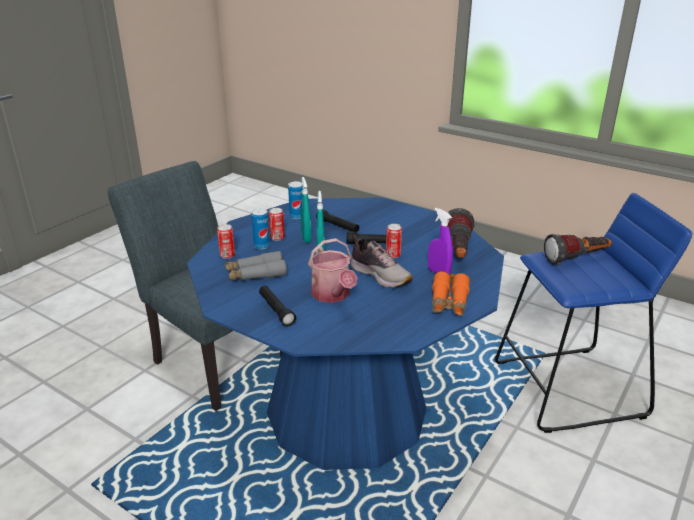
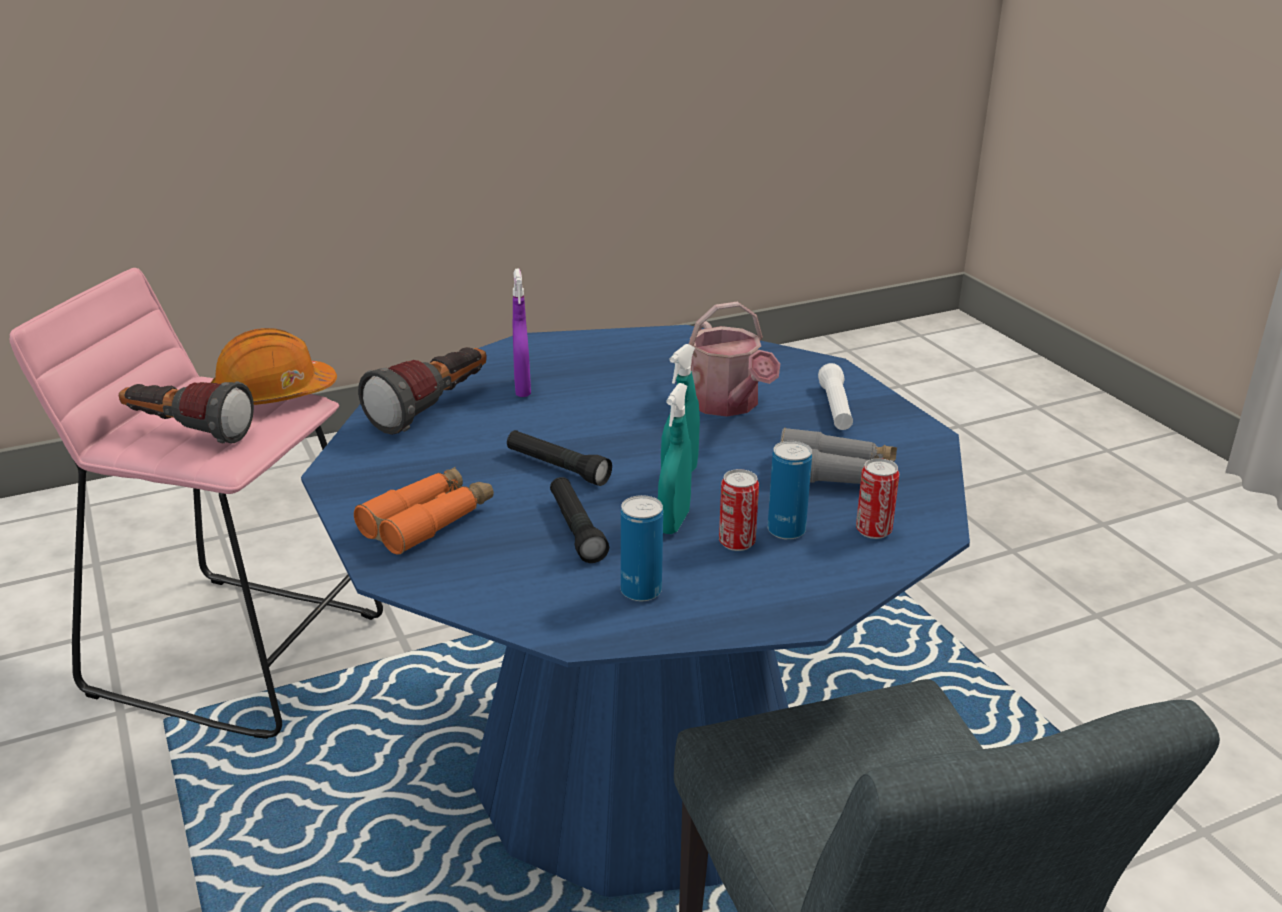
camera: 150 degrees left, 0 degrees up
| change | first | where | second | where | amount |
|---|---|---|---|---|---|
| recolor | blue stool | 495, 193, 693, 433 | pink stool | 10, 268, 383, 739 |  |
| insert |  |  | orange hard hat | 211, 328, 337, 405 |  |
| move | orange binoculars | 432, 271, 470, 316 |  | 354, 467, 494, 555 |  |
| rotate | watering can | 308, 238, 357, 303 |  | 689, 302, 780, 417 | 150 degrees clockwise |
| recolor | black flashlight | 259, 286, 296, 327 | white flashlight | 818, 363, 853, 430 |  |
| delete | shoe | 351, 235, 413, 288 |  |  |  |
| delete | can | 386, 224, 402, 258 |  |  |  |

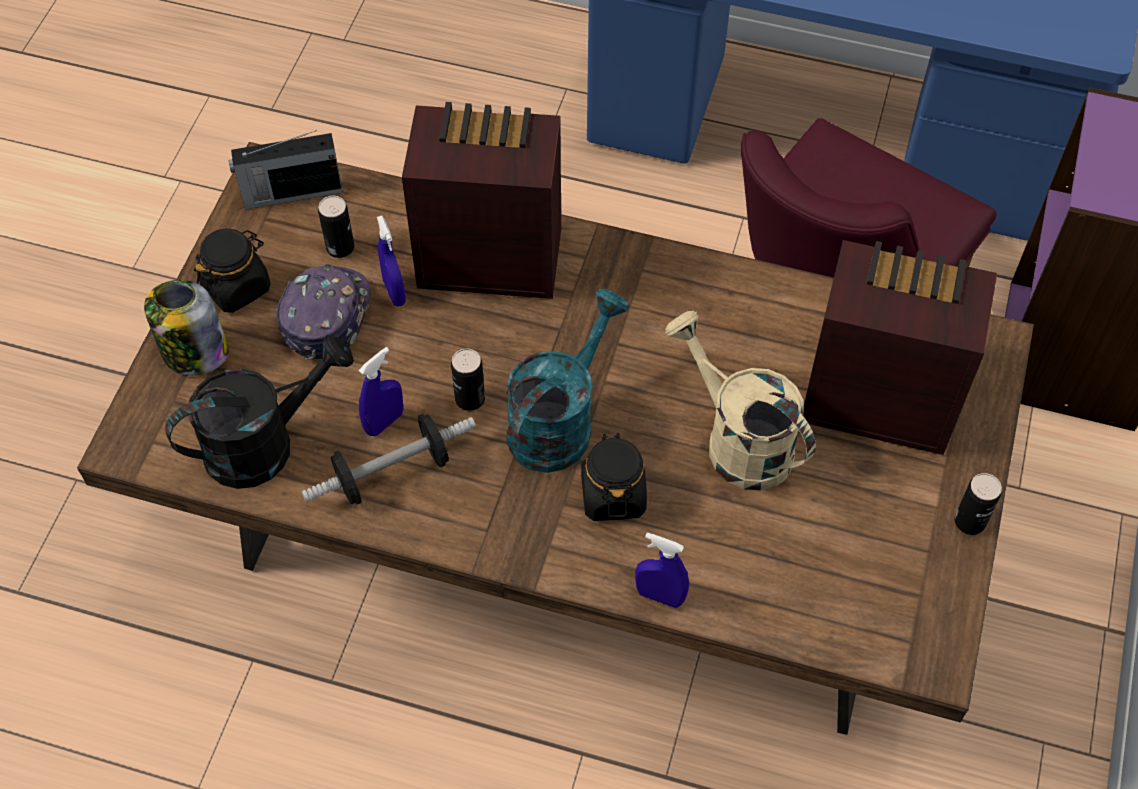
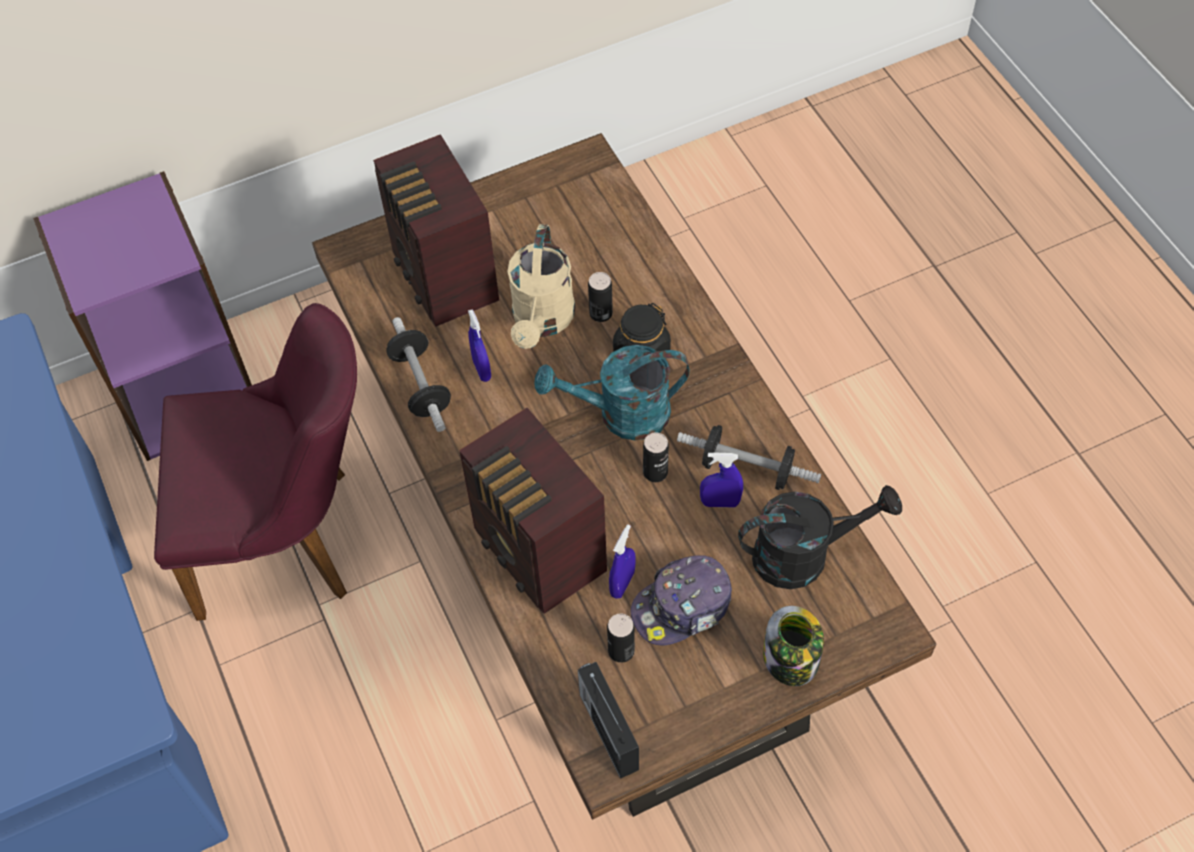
camera: 130 degrees left, 0 degrees up
| change | first | where | second | where | amount |
|---|---|---|---|---|---|
| insert |  |  | dumbbell | 387, 317, 451, 432 |  |
| move | blue spray bottle | 635, 532, 689, 608 |  | 468, 309, 491, 382 |  |
| rotate | radio | 229, 130, 343, 209 |  | 578, 662, 639, 779 | 150 degrees counterclockwise |
| move | can | 954, 473, 1002, 535 |  | 588, 272, 613, 322 |  |
| rotate | black watering can | 165, 335, 354, 489 |  | 738, 485, 902, 589 | 150 degrees clockwise |
| delete | black jar | 194, 229, 271, 313 |  |  |  |

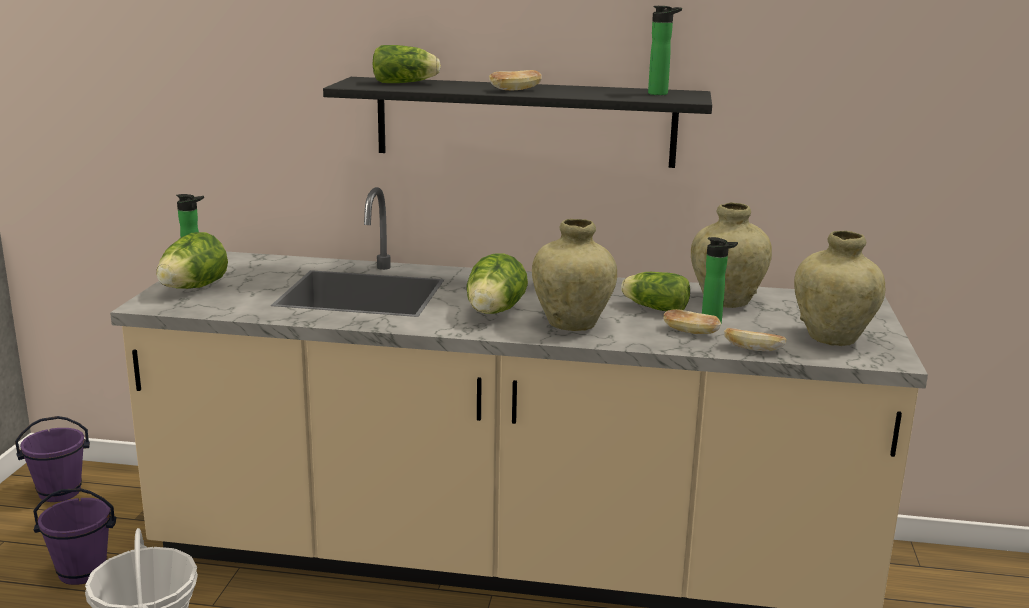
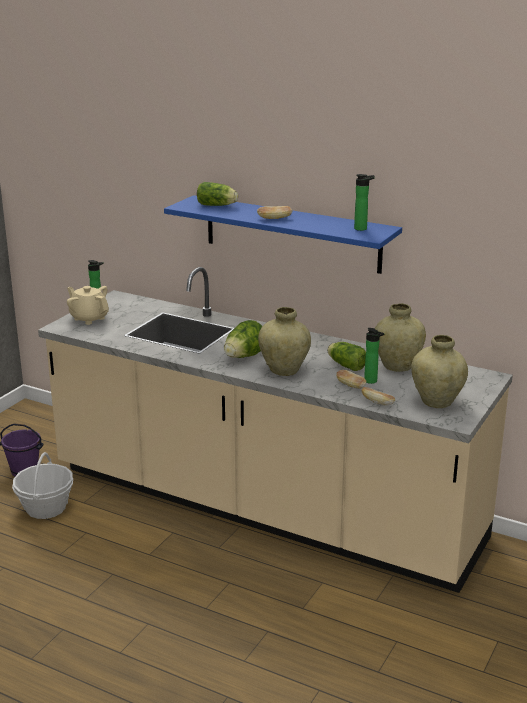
camera: 20 degrees right, 5 degrees up
| change | first | where | second | where | amount |
|---|---|---|---|---|---|
| replace | lettuce | 156, 232, 228, 289 | beige teapot | 67, 286, 109, 325 |  |
| recolor | black shelf | 323, 77, 712, 168 | blue shelf | 164, 195, 402, 274 |  |
| delete | purple bucket | 15, 416, 90, 502 |  |  |  |

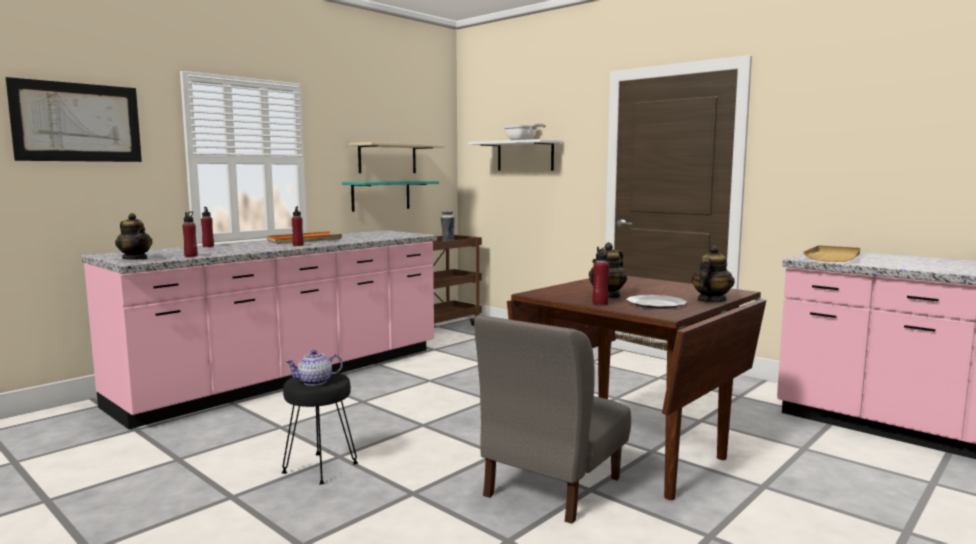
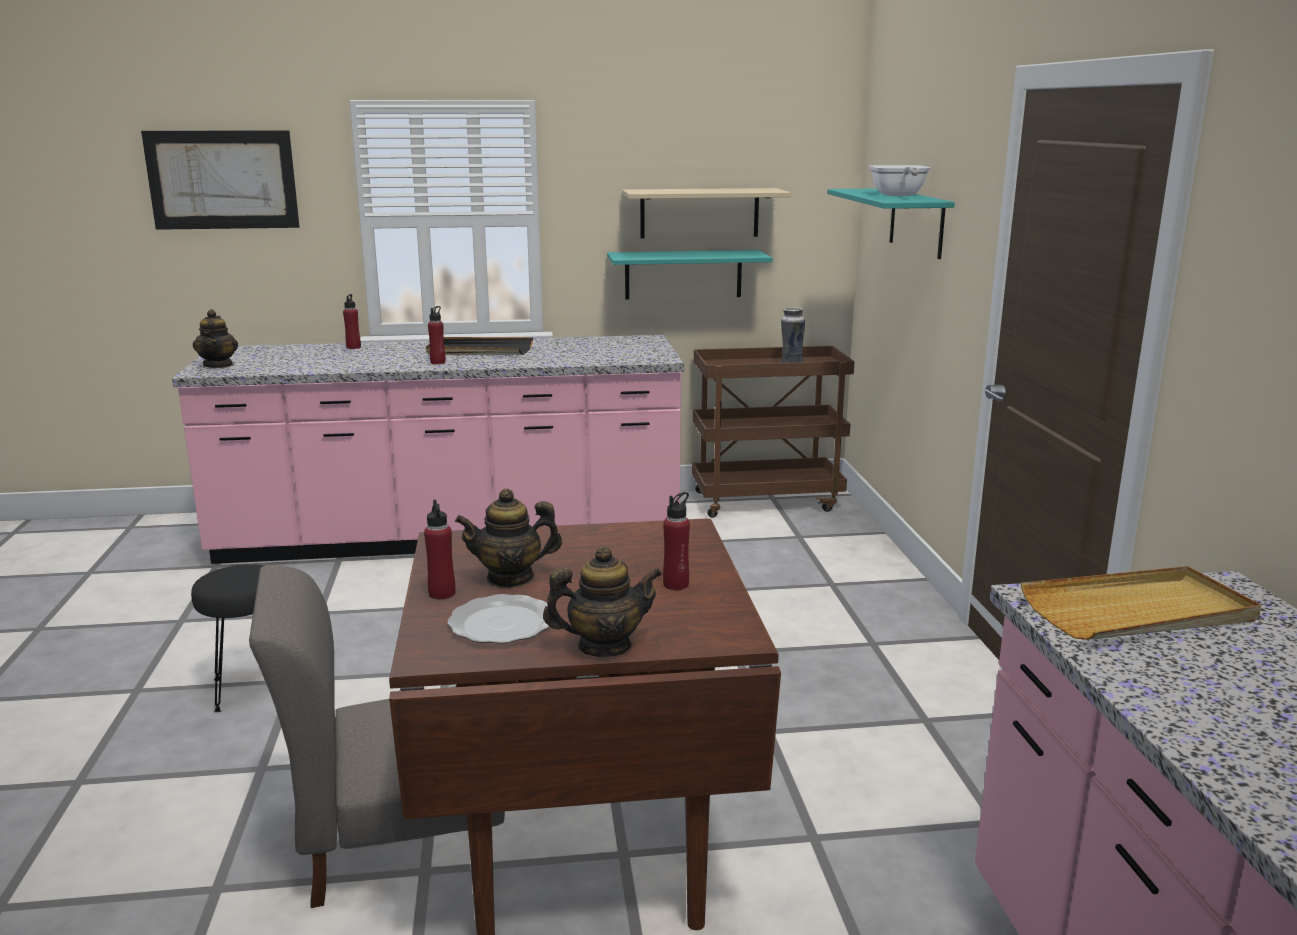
camera: 40 degrees right, 10 degrees up
| change | first | where | second | where | amount |
|---|---|---|---|---|---|
| recolor | orange tray | 267, 231, 342, 244 | black tray | 426, 337, 533, 355 |  |
| move | red bottle | 182, 211, 198, 257 |  | 663, 492, 690, 590 |  |
| recolor | white shelf | 468, 139, 563, 170 | turquoise shelf | 827, 189, 955, 259 |  |
| delete | teapot | 285, 350, 343, 386 |  |  |  |

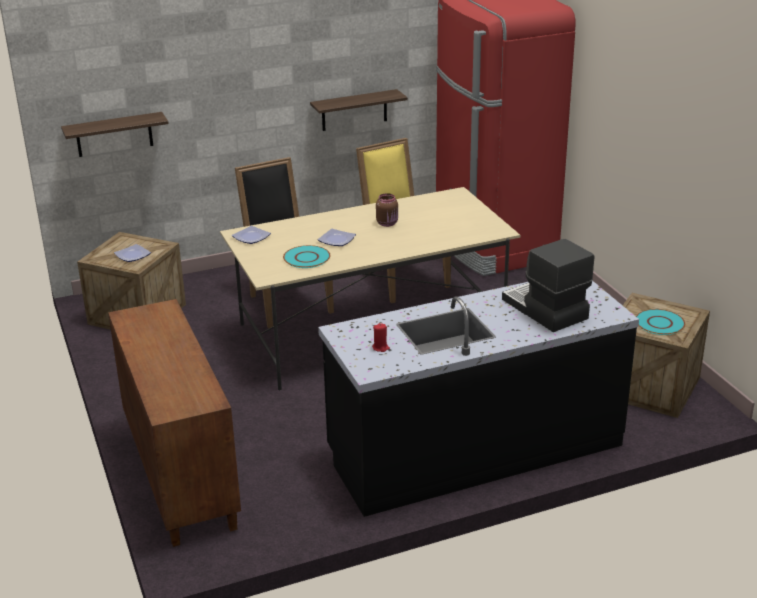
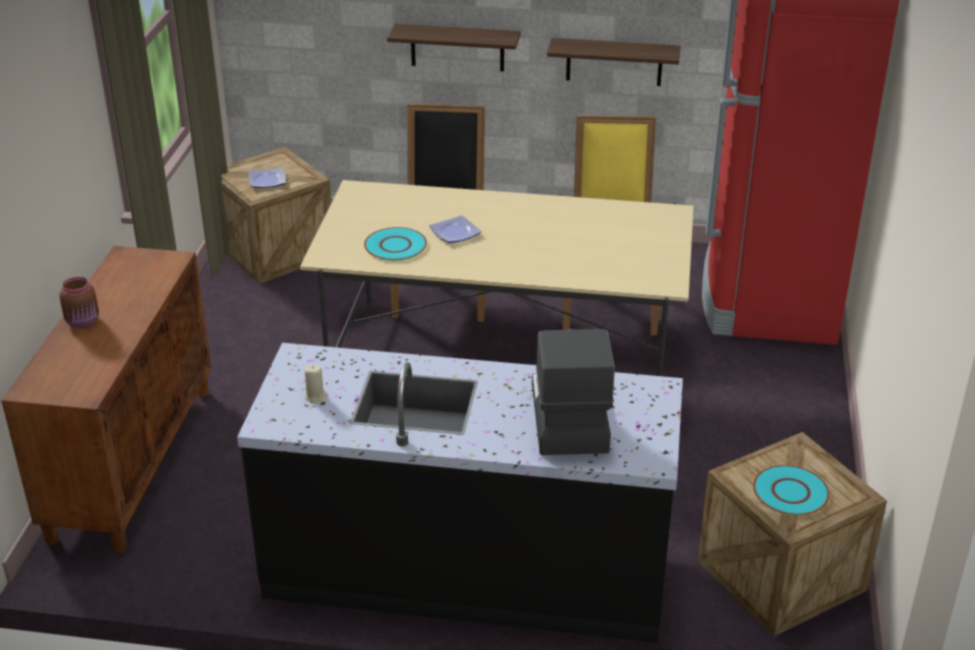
camera: 30 degrees right, 5 degrees up
| change | first | where | second | where | amount |
|---|---|---|---|---|---|
| move | brown jar | 376, 193, 398, 227 |  | 59, 277, 99, 328 |  |
| recolor | red candle | 372, 323, 390, 352 | beige candle | 304, 365, 327, 403 |  |
| move | shelf | 61, 112, 169, 157 |  | 387, 24, 521, 71 |  |
| delete | plate | 232, 226, 271, 244 |  |  |  |

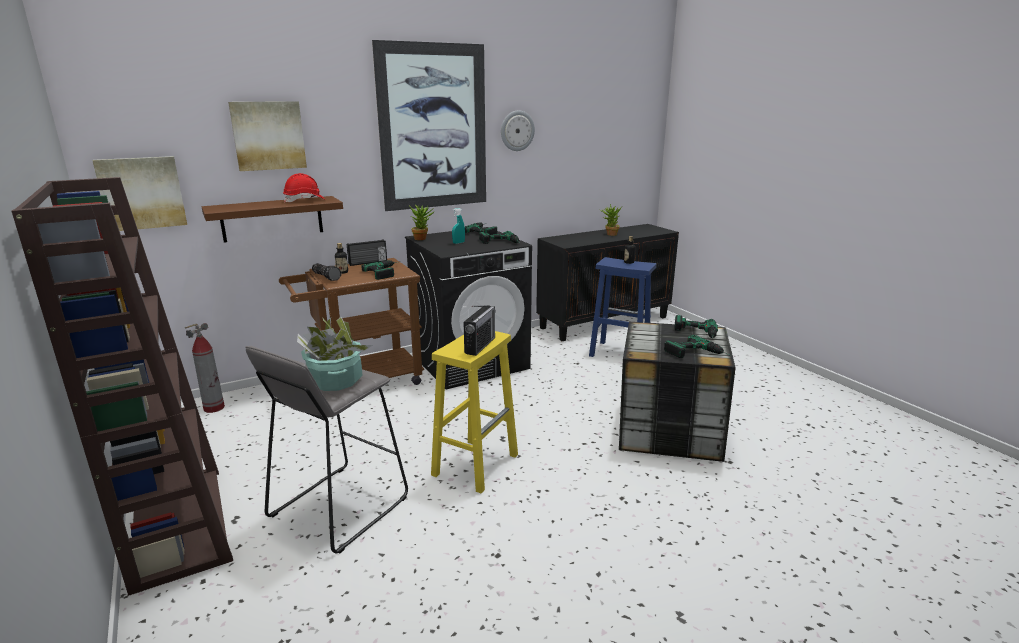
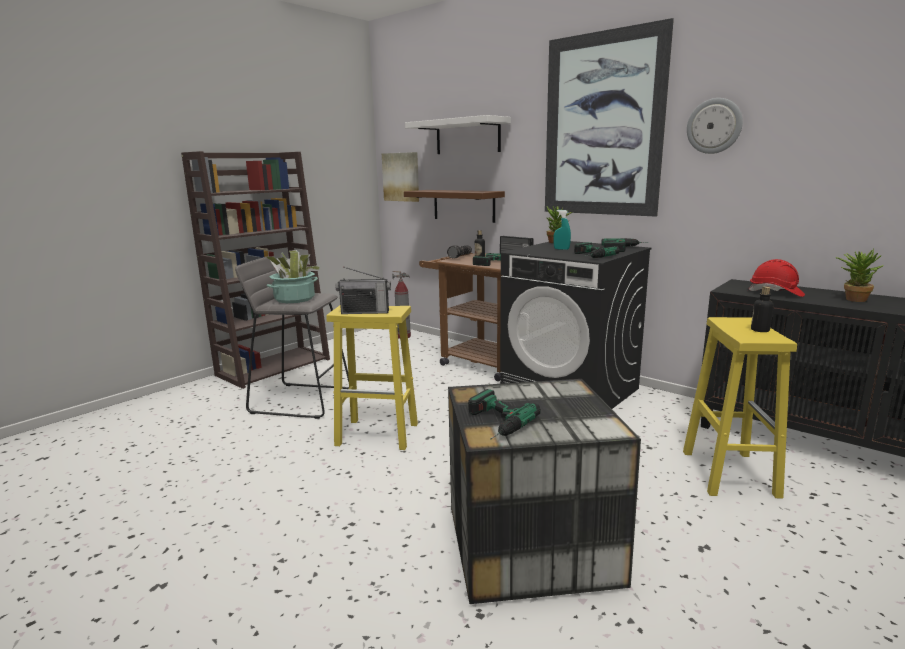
camera: 70 degrees right, 5 degrees down
| change | first | where | second | where | amount |
|---|---|---|---|---|---|
| replace | picture | 228, 101, 307, 171 | white shelf | 405, 115, 511, 154 |  |
| recolor | blue stool | 589, 257, 656, 357 | yellow stool | 683, 317, 797, 499 |  |
| move | red hard hat | 283, 173, 325, 203 |  | 748, 259, 805, 297 |  |
| delete | power drill | 674, 315, 718, 339 |  |  |  |

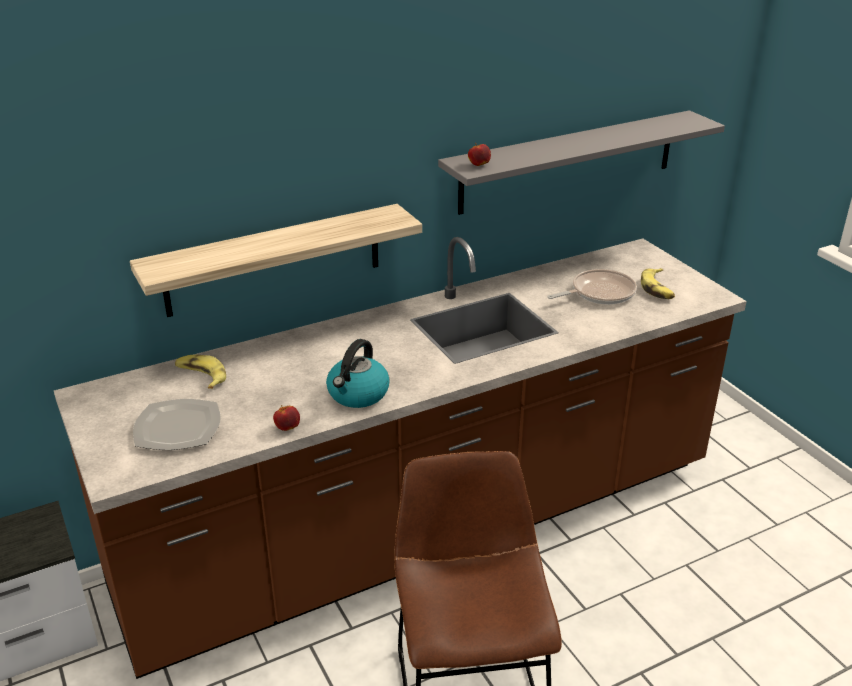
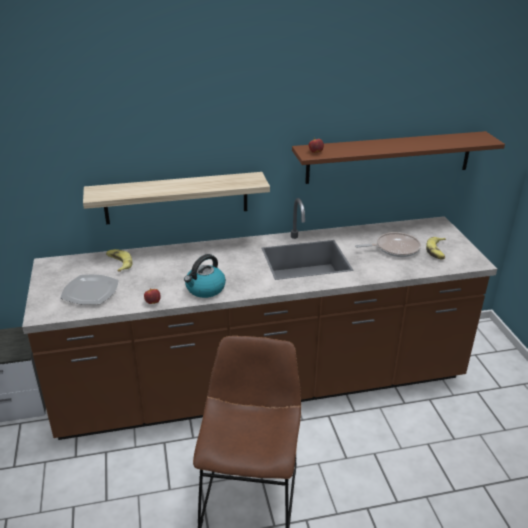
camera: 15 degrees right, 0 degrees up
| change | first | where | second | where | amount |
|---|---|---|---|---|---|
| recolor | grey shelf | 438, 110, 725, 215 | brown shelf | 292, 131, 505, 184 |  |

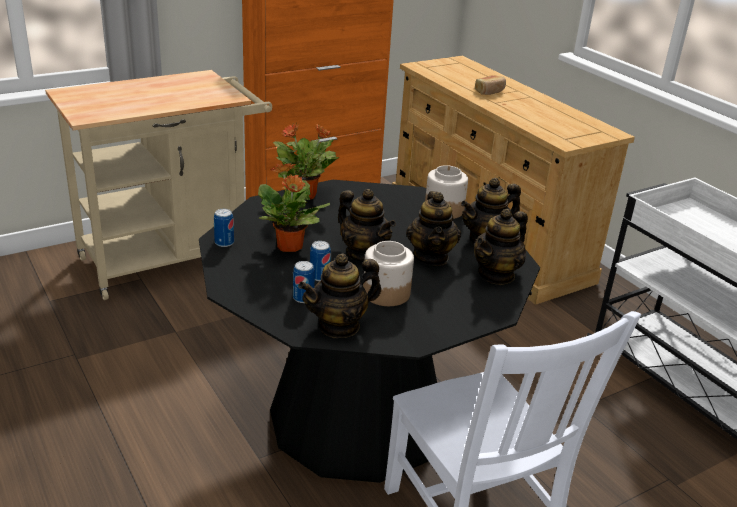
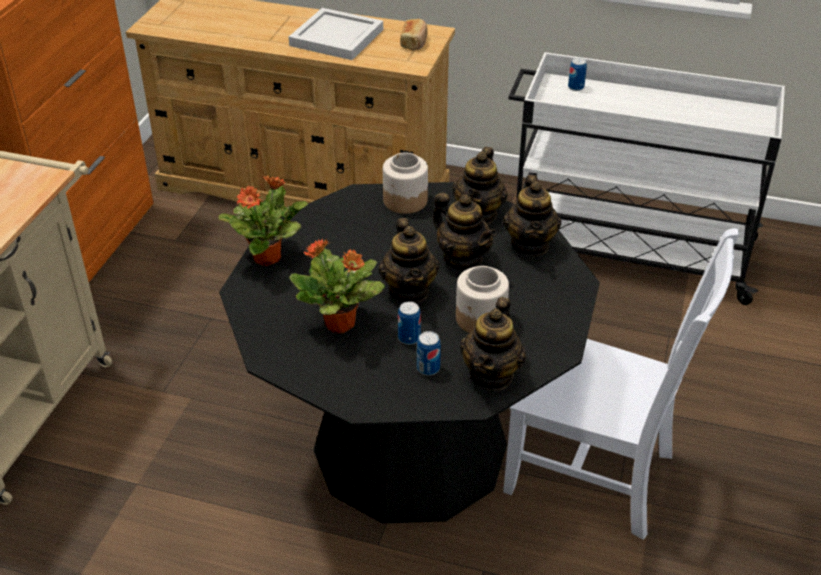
camera: 40 degrees left, 10 degrees up
| change | first | where | second | where | amount |
|---|---|---|---|---|---|
| insert |  |  | white tray | 289, 8, 383, 60 |  |
| rotate | teapot | 338, 189, 396, 262 |  | 379, 218, 439, 303 | 75 degrees clockwise |
| move | bread | 475, 75, 506, 95 |  | 400, 19, 428, 51 |  |
| move | can | 214, 209, 234, 247 |  | 568, 58, 587, 91 |  |

